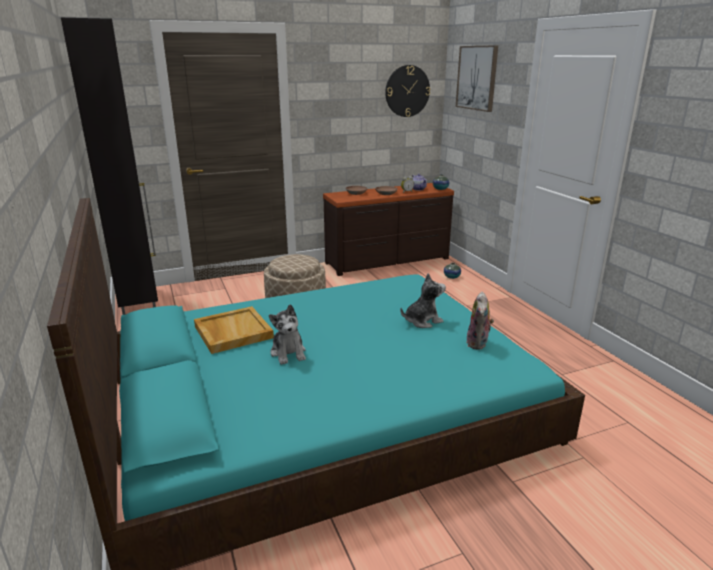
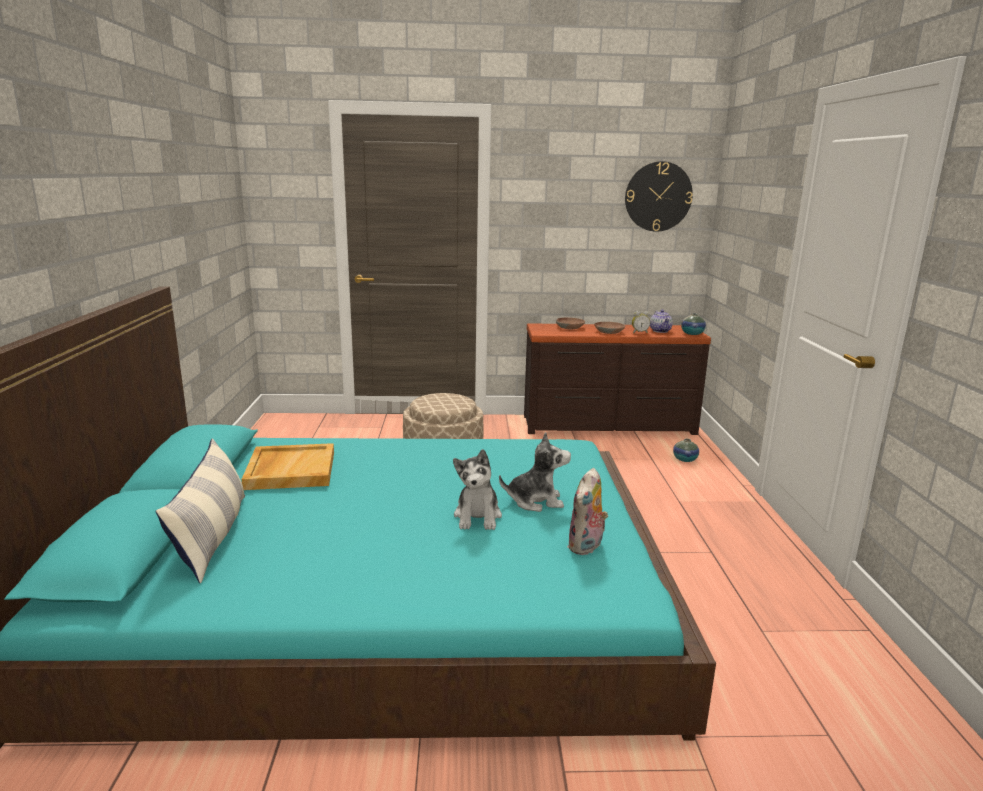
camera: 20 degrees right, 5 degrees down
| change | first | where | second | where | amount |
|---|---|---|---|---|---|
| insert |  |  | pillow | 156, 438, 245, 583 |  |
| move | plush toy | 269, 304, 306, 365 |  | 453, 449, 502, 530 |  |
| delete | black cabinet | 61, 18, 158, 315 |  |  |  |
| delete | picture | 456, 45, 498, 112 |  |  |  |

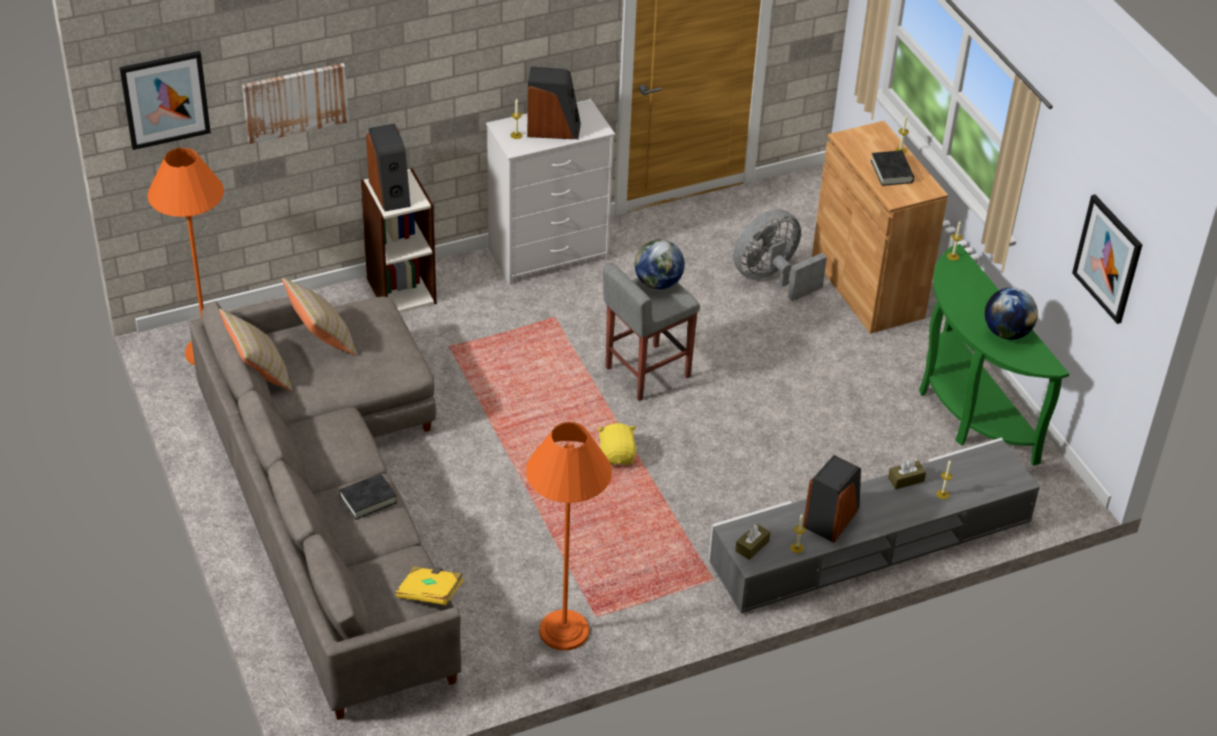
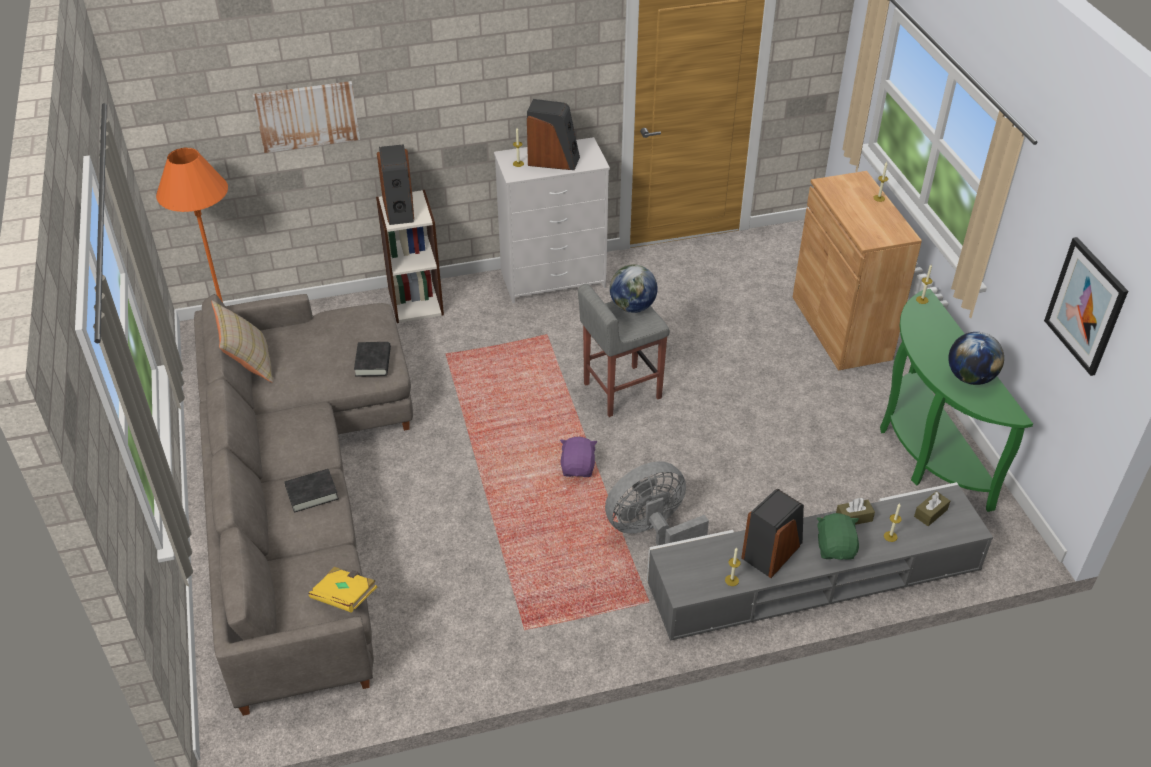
camera: 10 degrees right, 0 degrees up
| change | first | where | second | where | amount |
|---|---|---|---|---|---|
| move | black book | 871, 151, 914, 186 |  | 354, 342, 391, 377 |  |
| recolor | yellow plush toy | 597, 423, 636, 465 | purple plush toy | 560, 437, 597, 477 |  |
| move | grey fan | 733, 209, 827, 301 |  | 605, 461, 709, 546 |  |
| insert |  |  | green plush toy | 817, 513, 859, 560 |  |
| move | brown tissue box | 735, 523, 770, 560 |  | 914, 491, 950, 526 |  |
| delete | picture | 119, 51, 211, 150 |  |  |  |
| delete | beige pillow | 282, 278, 357, 356 |  |  |  |
| delete | orange floor lamp | 526, 422, 612, 650 |  |  |  |

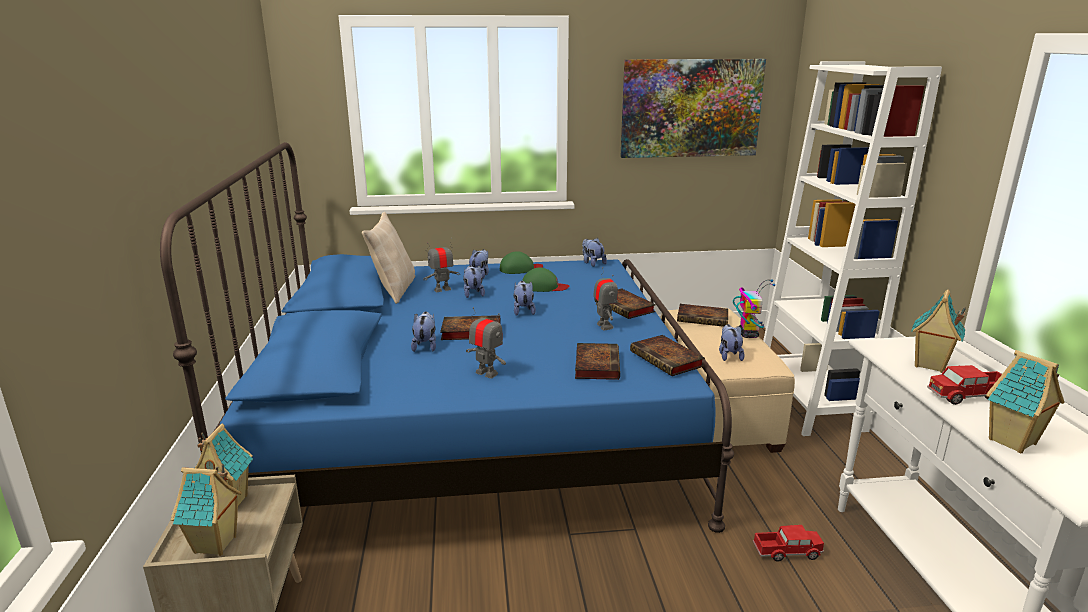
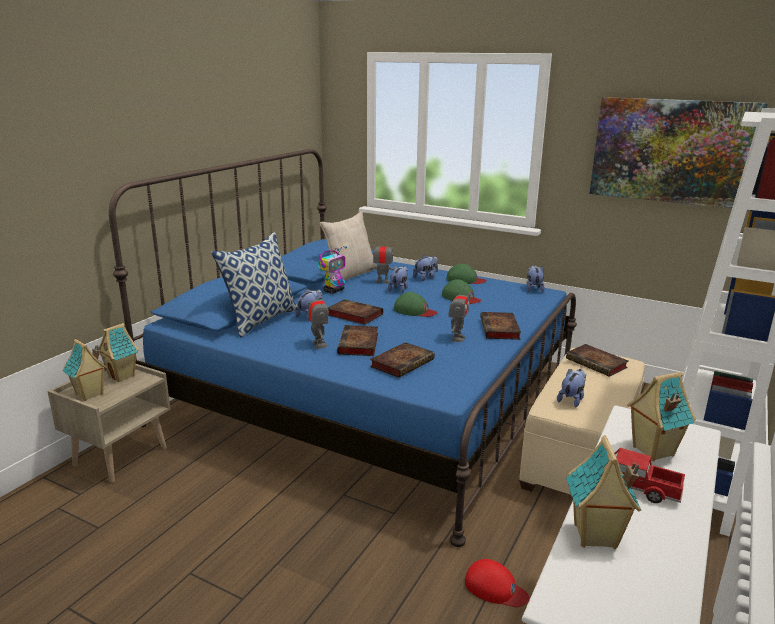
camera: 35 degrees right, 0 degrees up
| change | first | where | second | where | amount |
|---|---|---|---|---|---|
| insert |  |  | pillow | 211, 232, 298, 338 |  |
| move | toy robot | 733, 279, 775, 338 |  | 318, 246, 347, 294 |  |
| move | book | 630, 335, 705, 376 |  | 337, 325, 378, 356 |  |
| replace | plush toy | 514, 281, 536, 316 | green cap | 394, 292, 438, 317 |  |
| replace | toy truck | 753, 525, 824, 562 | red cap | 465, 559, 529, 607 |  |

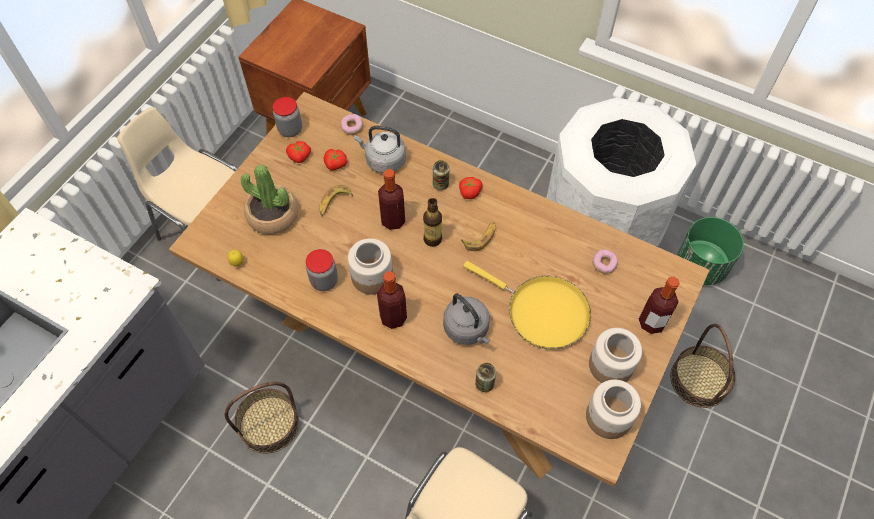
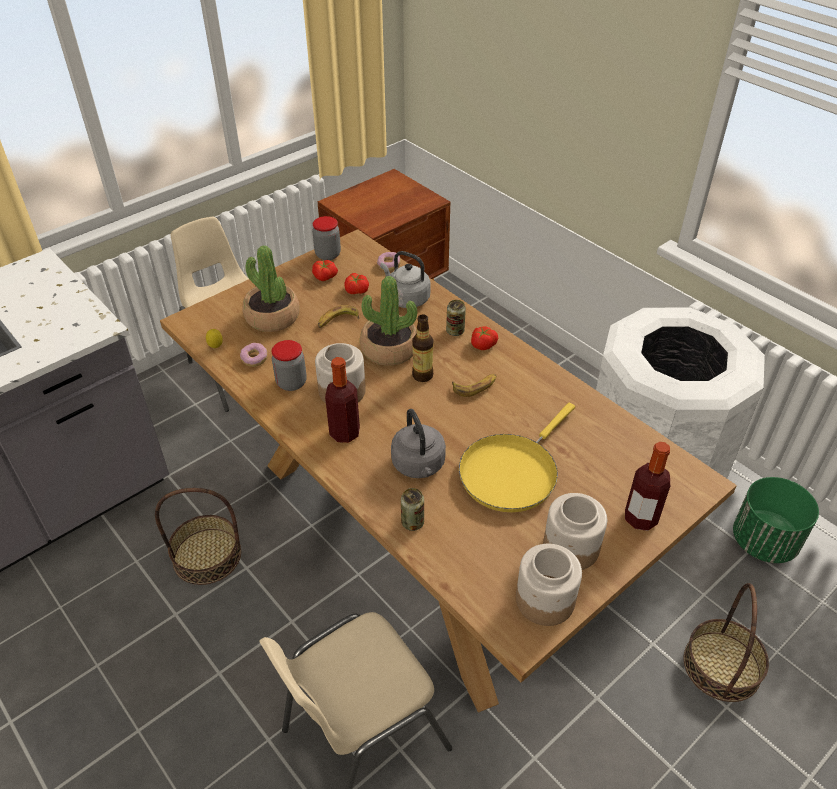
camera: 20 degrees right, 15 degrees down
| change | first | where | second | where | amount |
|---|---|---|---|---|---|
| move | donut | 592, 249, 618, 274 |  | 240, 343, 268, 367 |  |
| replace | bottle | 378, 169, 405, 230 | potted plant | 360, 276, 417, 366 |  |
| rotate | yellow frying pan | 463, 261, 591, 349 |  | 459, 403, 575, 512 | 75 degrees clockwise |

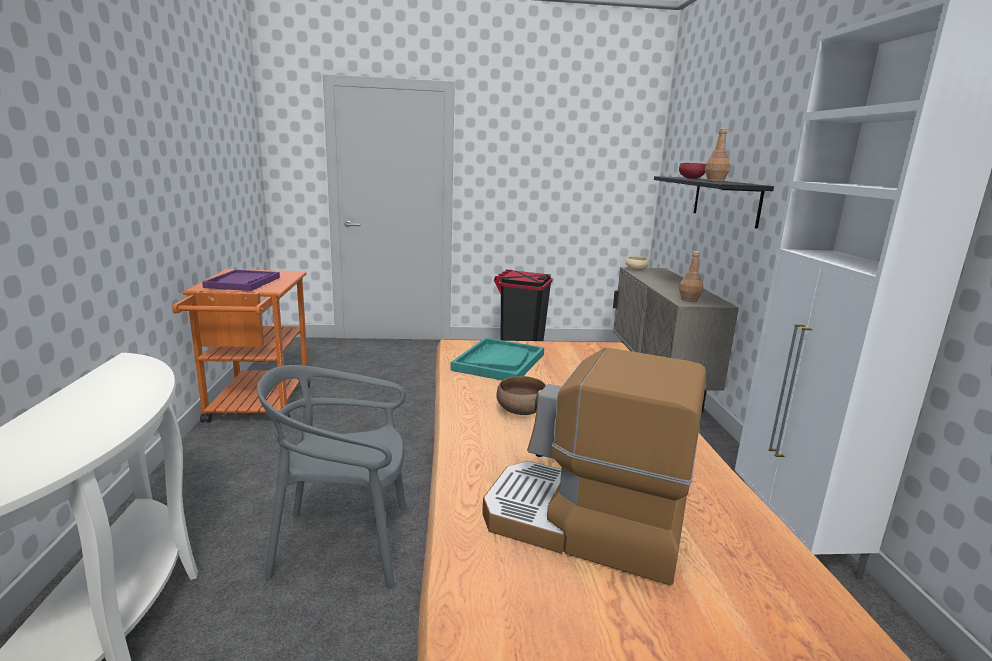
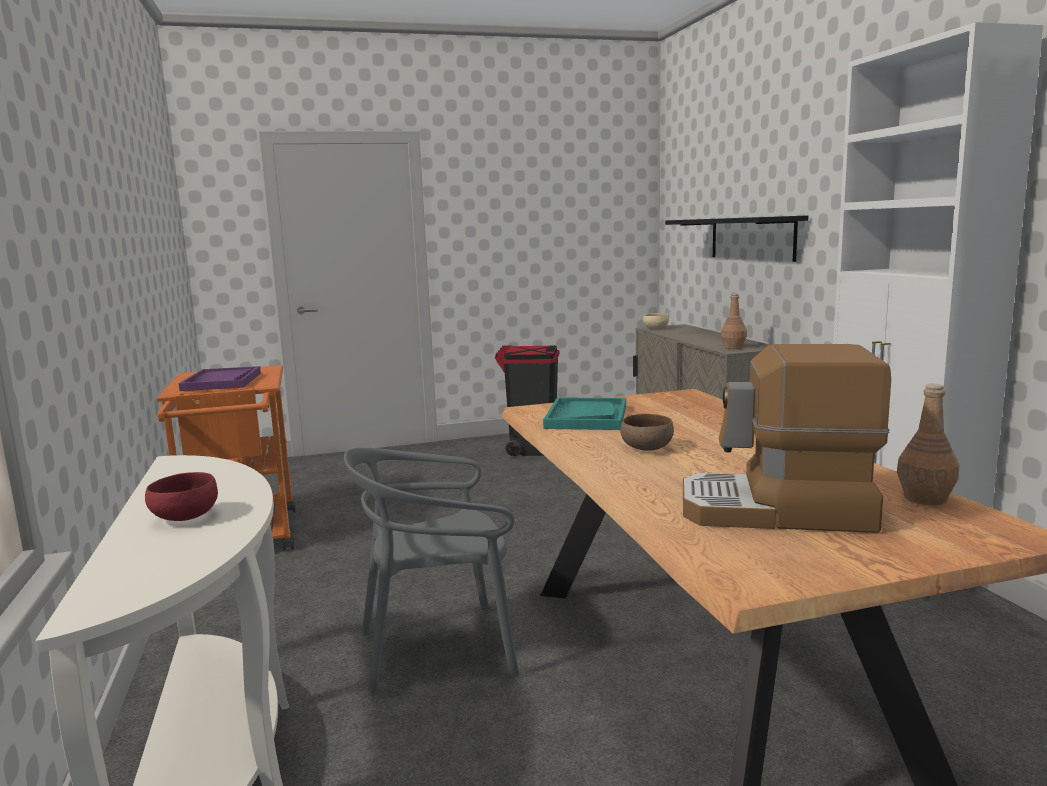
camera: 10 degrees left, 5 degrees down
| change | first | where | second | where | amount |
|---|---|---|---|---|---|
| move | red bowl | 679, 163, 706, 179 |  | 145, 472, 218, 521 |  |
| move | brown bottle | 705, 129, 730, 182 |  | 897, 384, 959, 505 |  |

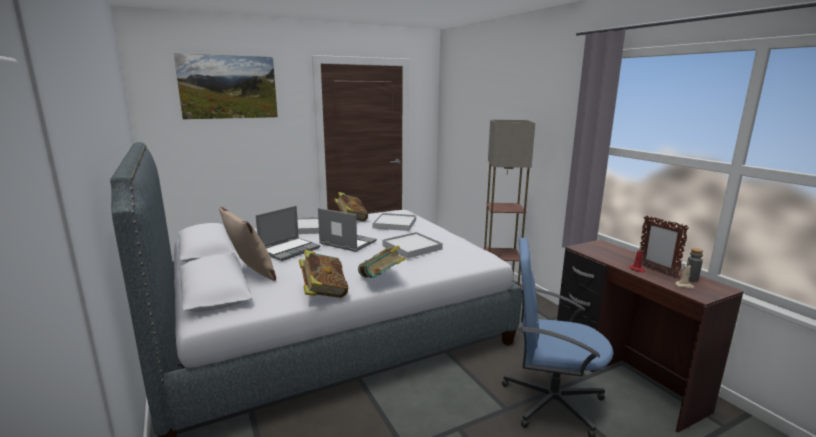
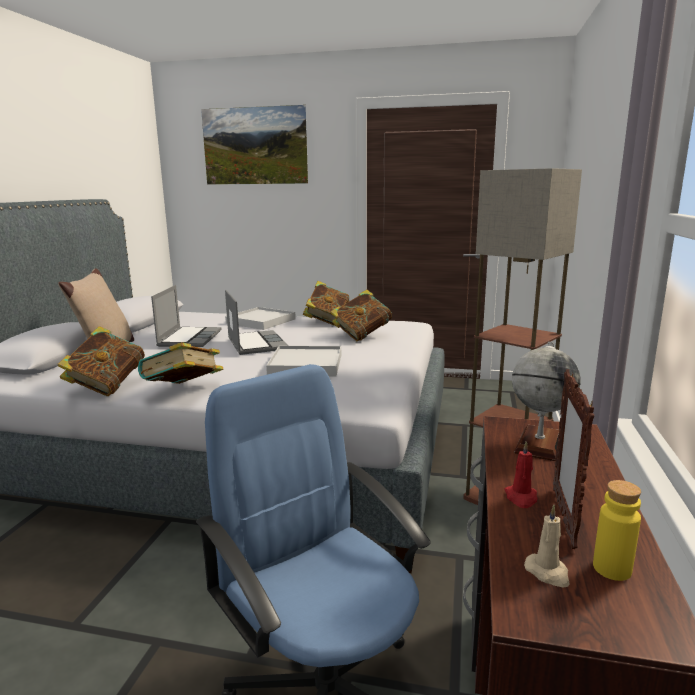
camera: 40 degrees right, 0 degrees up
| change | first | where | second | where | amount |
|---|---|---|---|---|---|
| rotate | laptop | 256, 206, 320, 261 |  | 151, 285, 221, 347 | 75 degrees counterclockwise |
| replace | white tray | 373, 213, 416, 231 | book | 330, 289, 392, 342 |  |
| insert |  |  | globe | 512, 342, 581, 461 |  |
| recolor | grey bottle | 687, 248, 703, 282 | yellow bottle | 593, 480, 641, 581 |  |

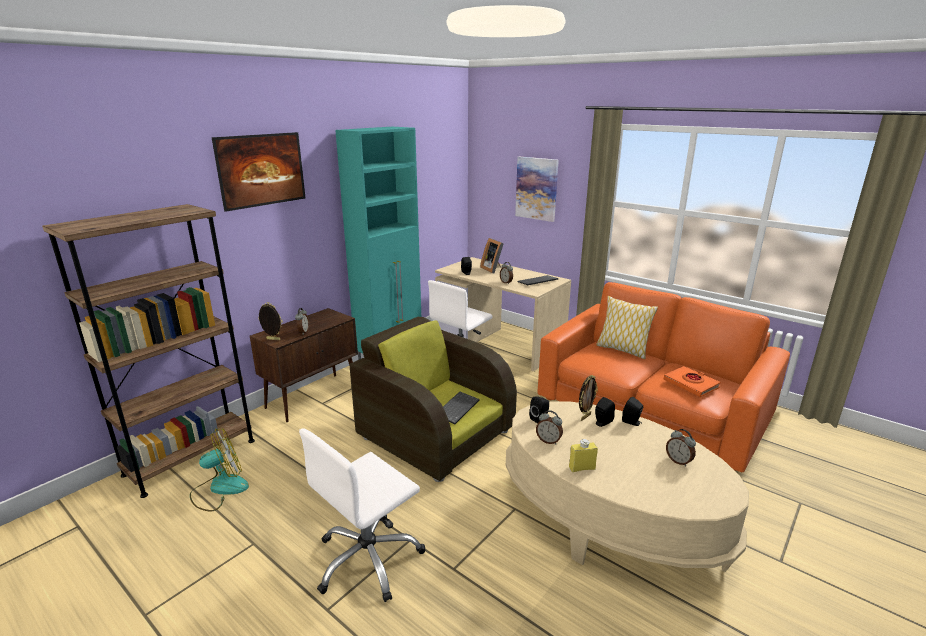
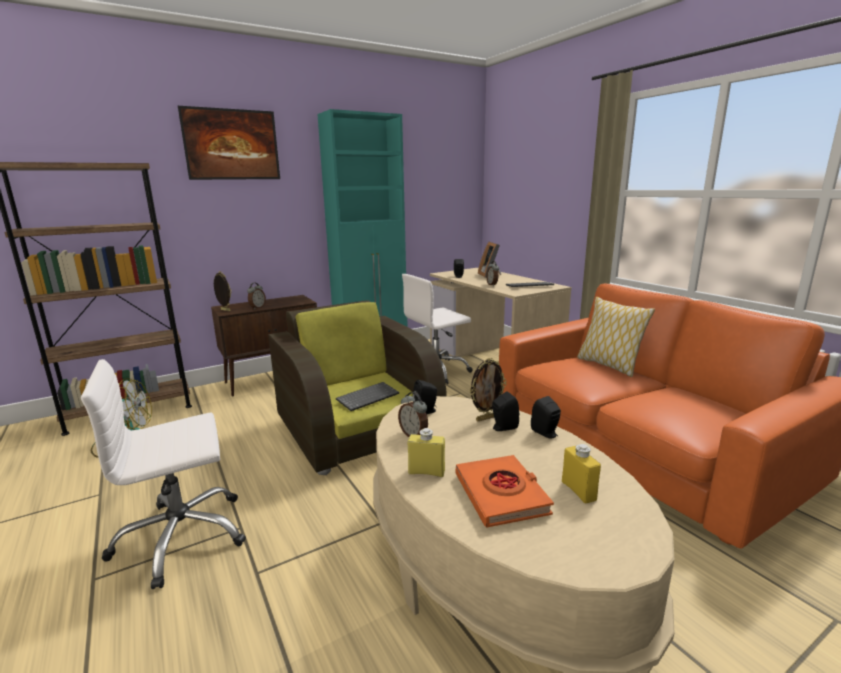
camera: 20 degrees right, 5 degrees down
| change | first | where | second | where | amount |
|---|---|---|---|---|---|
| move | orange book | 664, 366, 721, 397 |  | 456, 455, 554, 527 |  |
| replace | alarm clock | 666, 429, 696, 467 | yellow bottle | 562, 444, 601, 503 |  |
| delete | picture | 515, 157, 559, 222 |  |  |  |

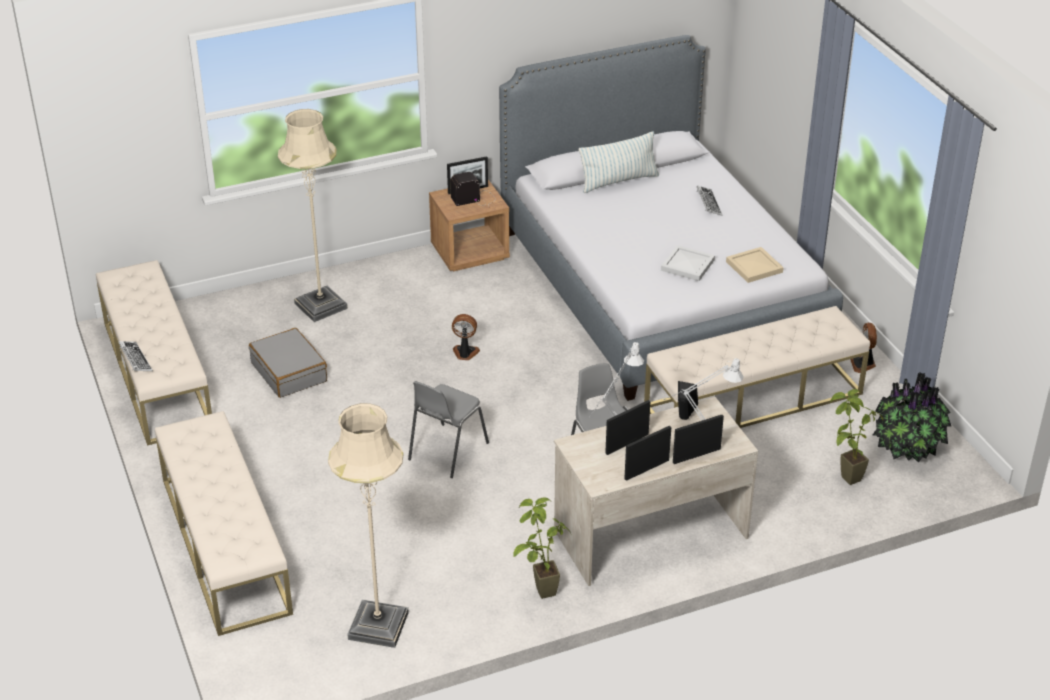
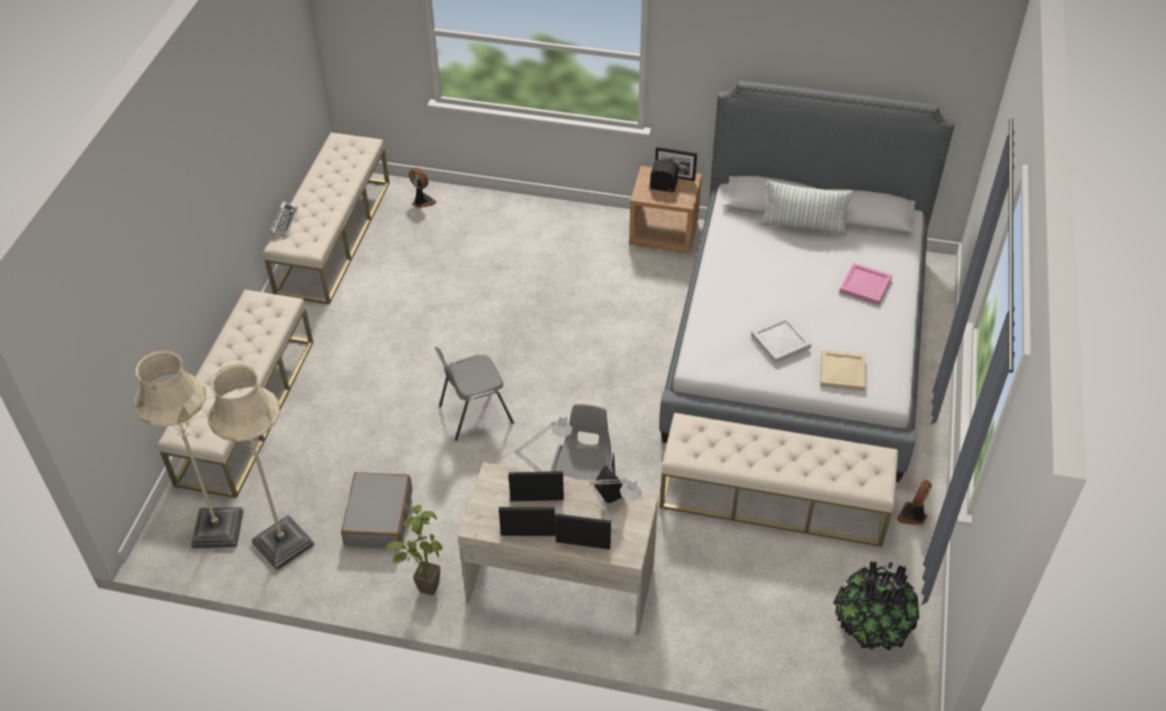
camera: 35 degrees right, 10 degrees up
| change | first | where | second | where | amount |
|---|---|---|---|---|---|
| move | beige floor lamp | 278, 109, 348, 322 |  | 134, 350, 243, 548 |  |
| move | grey suitcase | 249, 328, 327, 398 |  | 341, 472, 412, 548 |  |
| move | fan | 452, 314, 480, 360 |  | 409, 167, 437, 208 |  |
| replace | keyboard | 696, 185, 722, 216 | pink tray | 839, 263, 892, 305 |  |
| delete | potted plant | 830, 389, 883, 485 |  |  |  |

